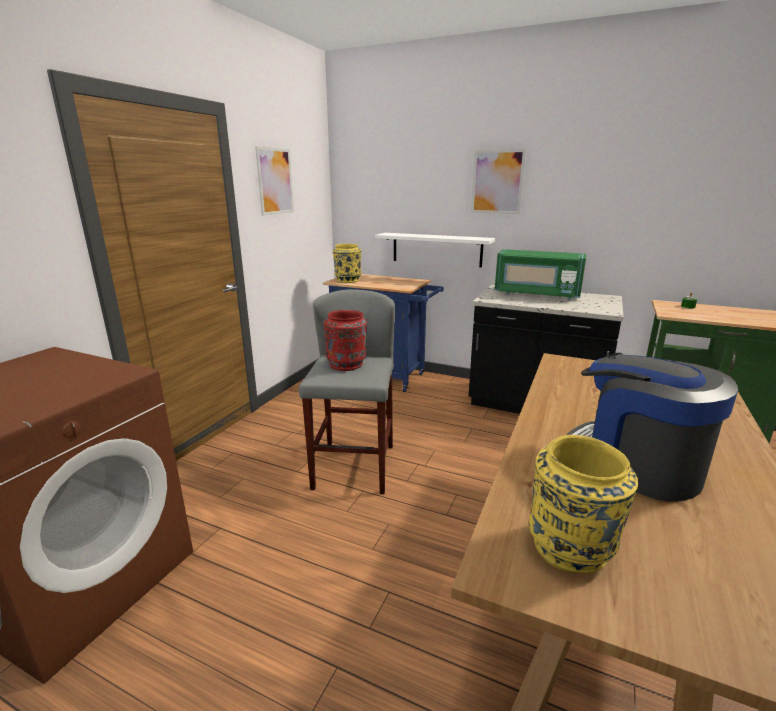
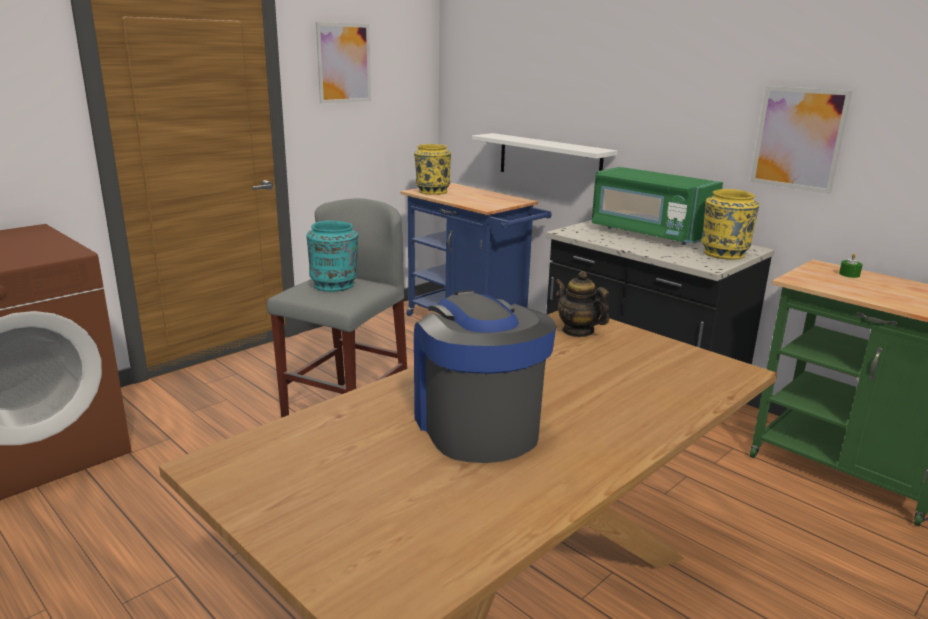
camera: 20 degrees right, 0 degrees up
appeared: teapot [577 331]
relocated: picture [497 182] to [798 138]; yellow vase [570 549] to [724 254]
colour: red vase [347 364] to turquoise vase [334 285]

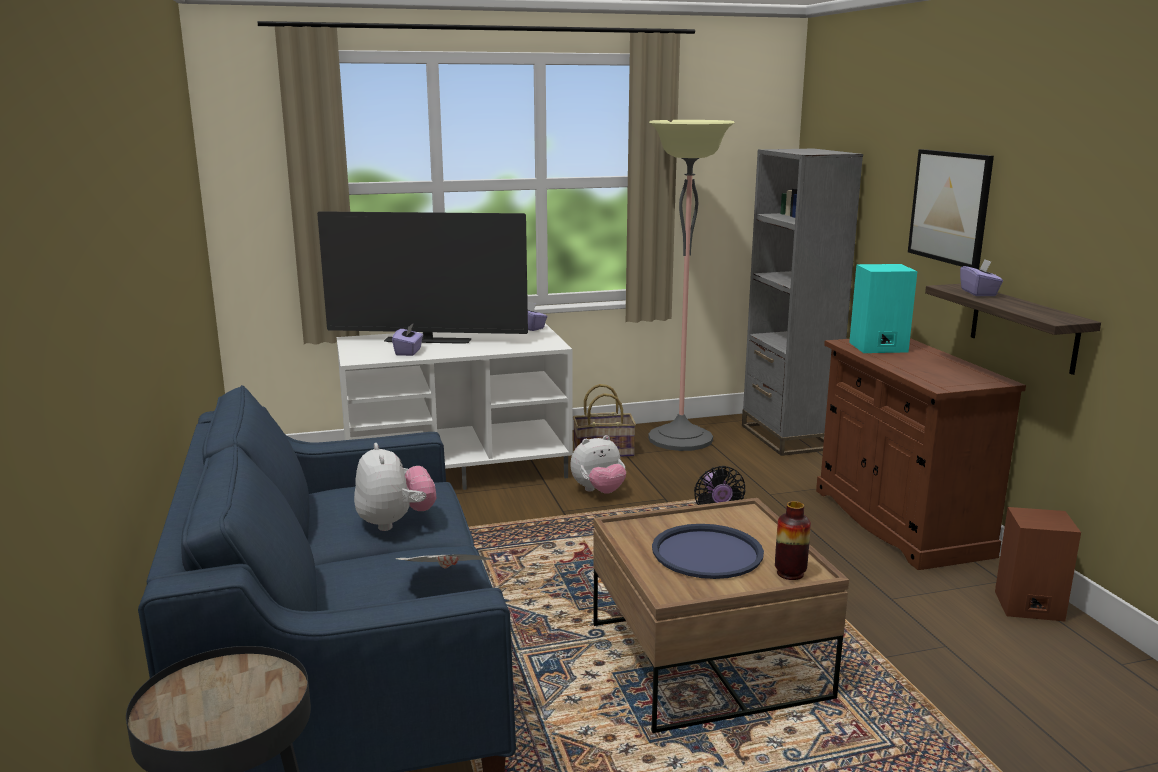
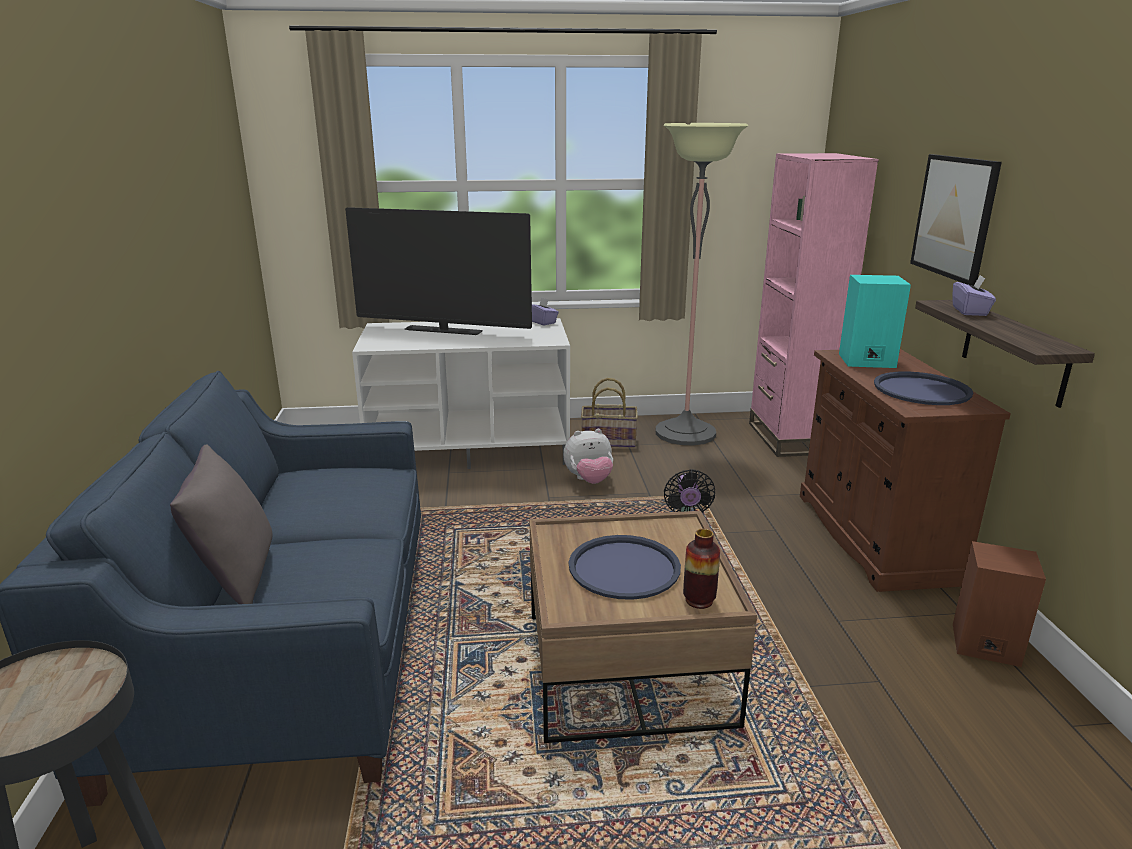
camera: 10 degrees right, 5 degrees up
missing: plush toy [395 522]; purple tissue box [408 352]; newspaper [447 582]
appeared: grey pillow [236 578]; blue tray [921 390]
colour: grey bookcase [787 437] to pink bookcase [789 438]

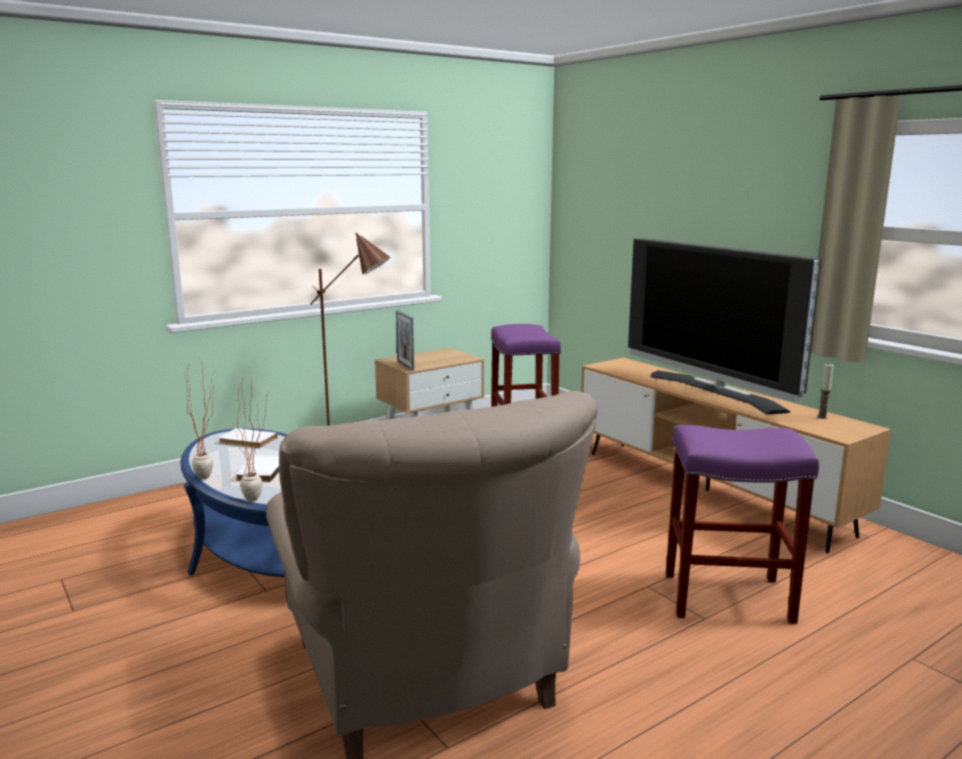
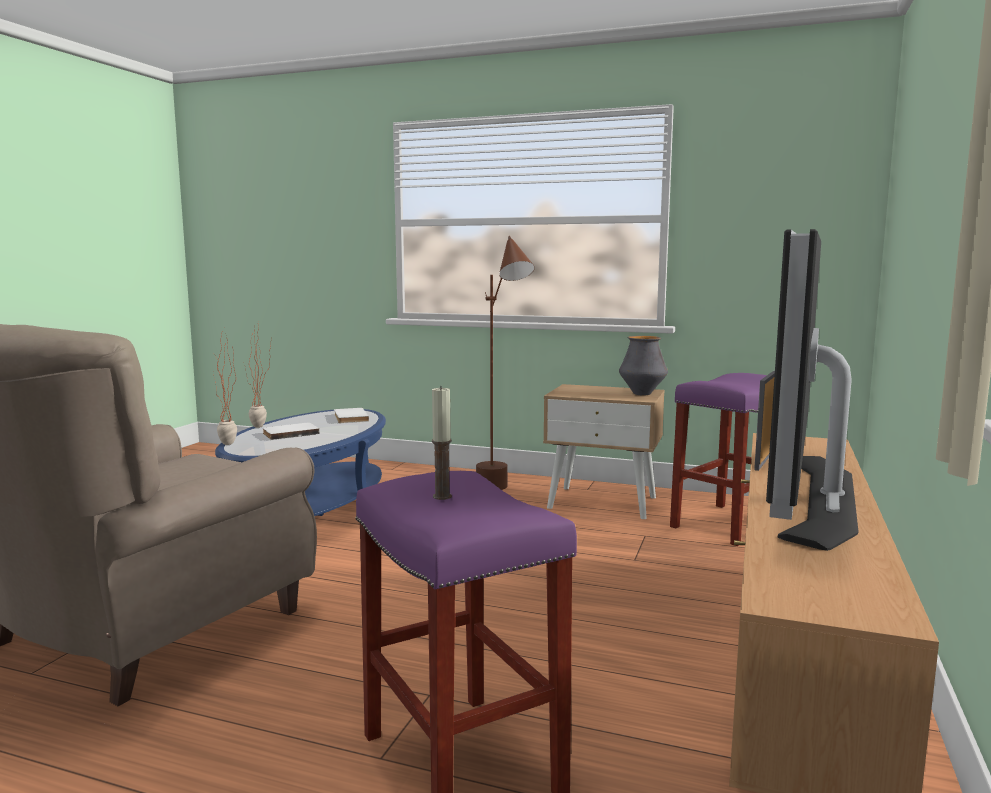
camera: 55 degrees right, 5 degrees down
appeared: vase [642 394]
relocated: picture frame [405 365] to [763 461]; candle [822 417] to [442 496]

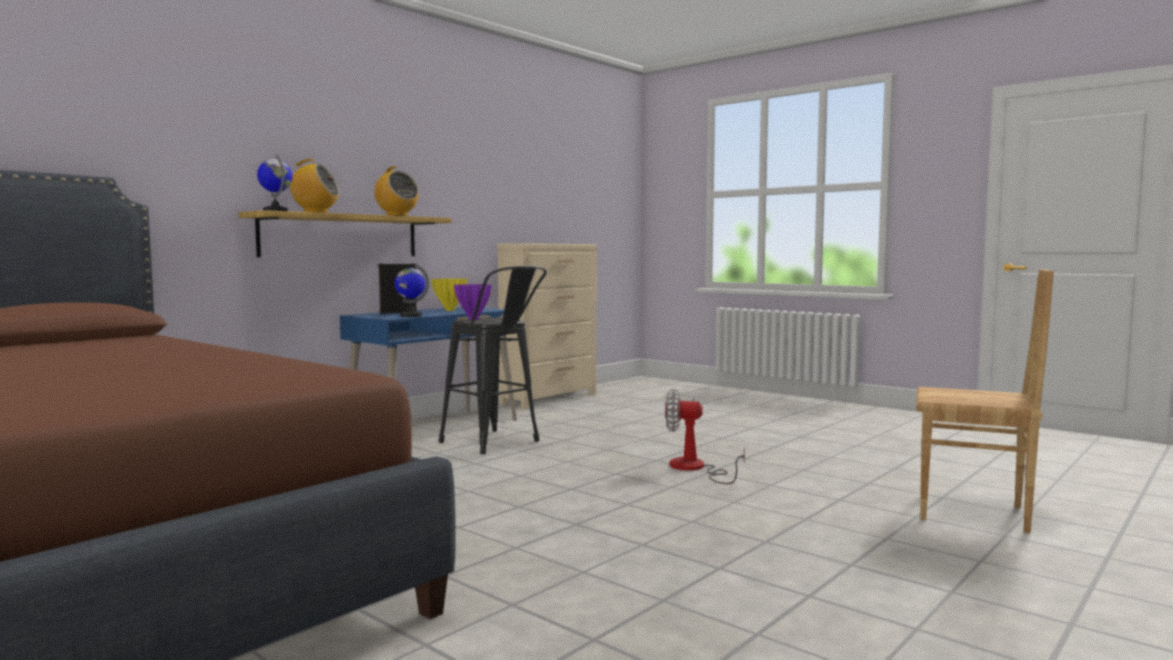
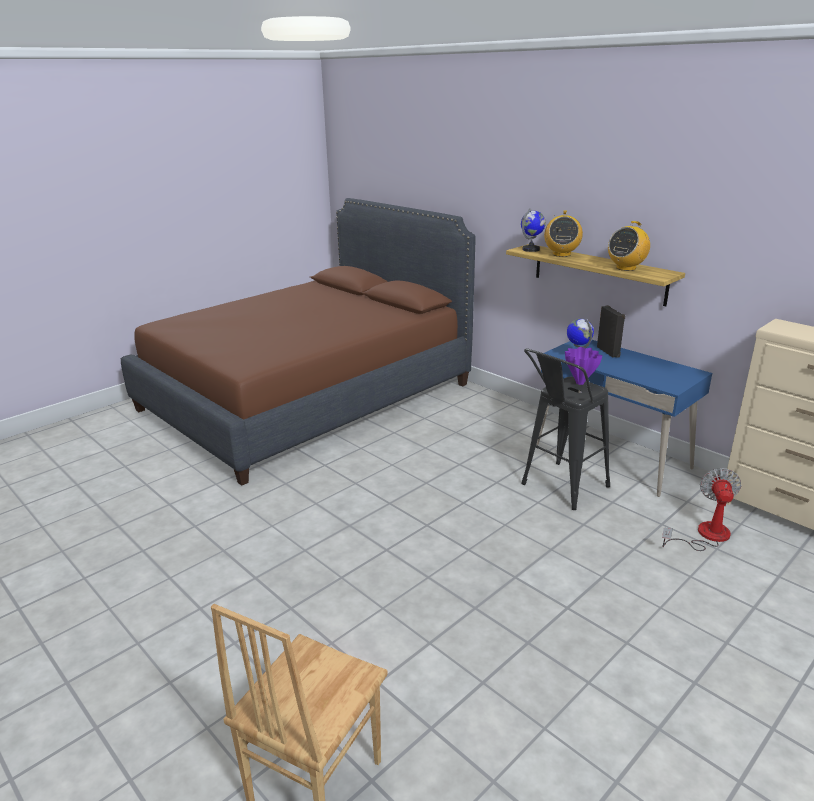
camera: 95 degrees right, 20 degrees up
missing: yellow vase [449 310]
relocated: fan [695 468] to [705 535]

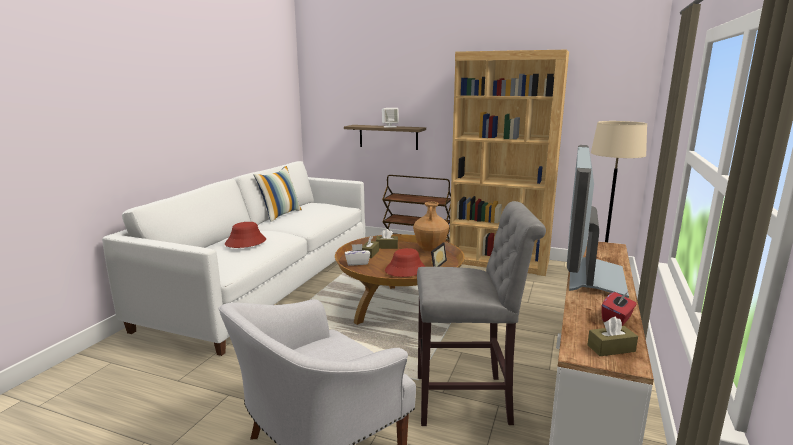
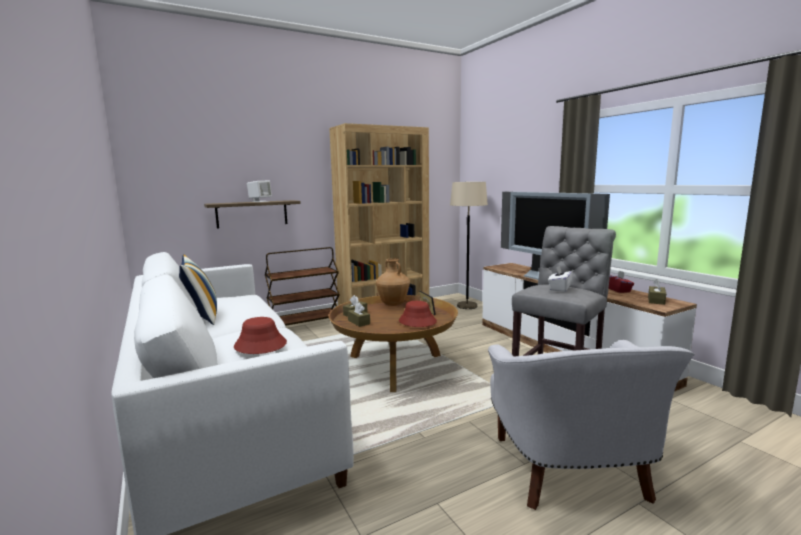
camera: 50 degrees left, 5 degrees down
relocated: white tissue box [357 263] to [559 288]

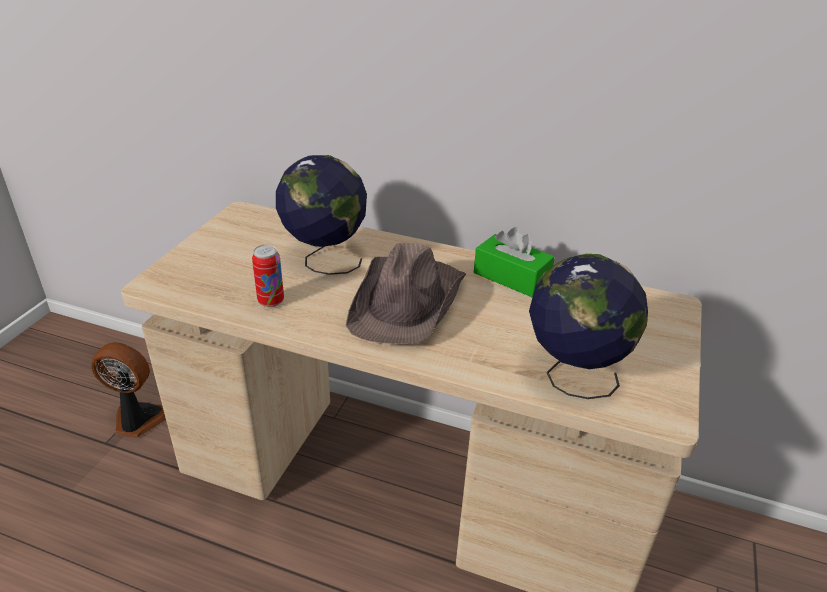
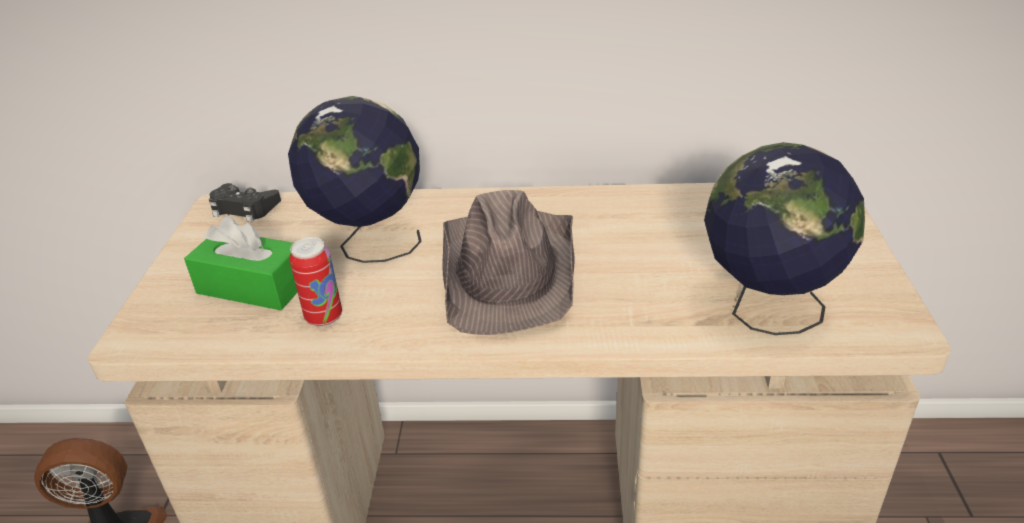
camera: 15 degrees left, 0 degrees up
appeared: black game controller [244 208]
relocated: green tissue box [511 277] to [253 286]

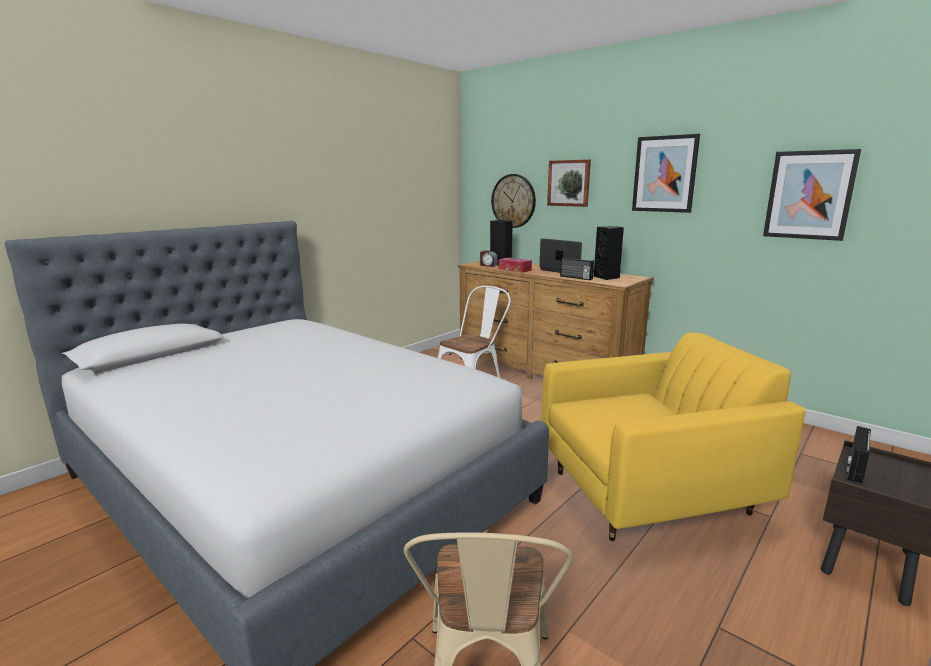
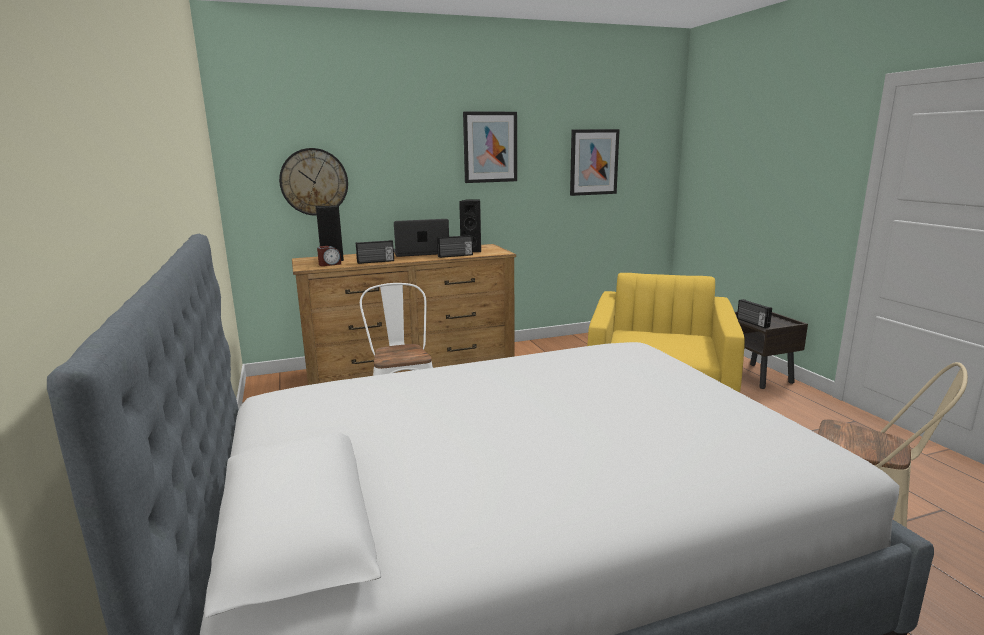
camera: 60 degrees left, 0 degrees up
missing: picture [569 183]
exchanged: tissue box [514 269] to radio [375 262]

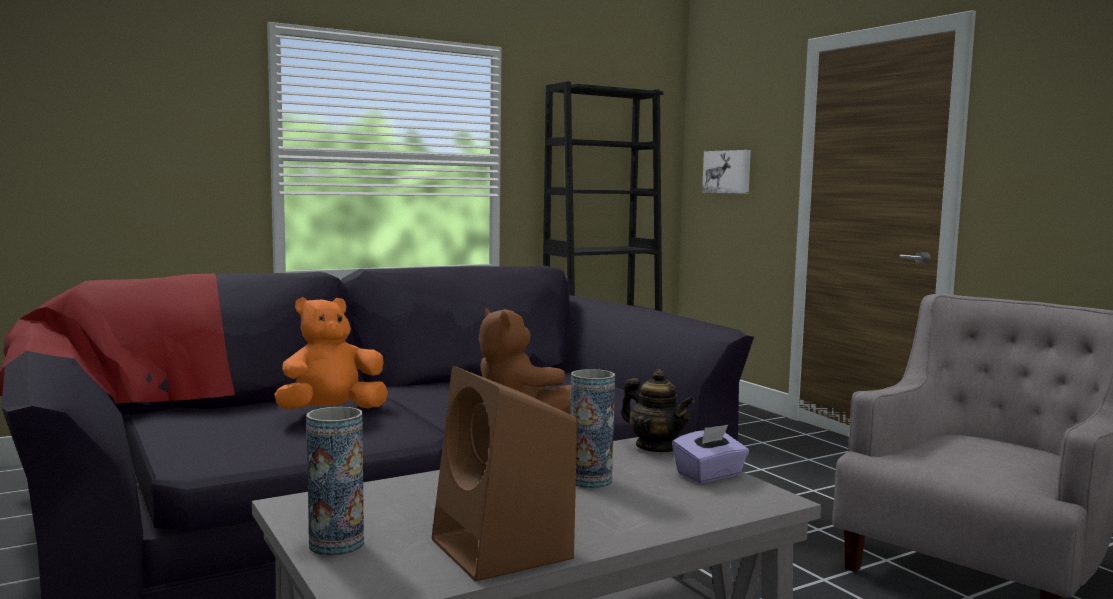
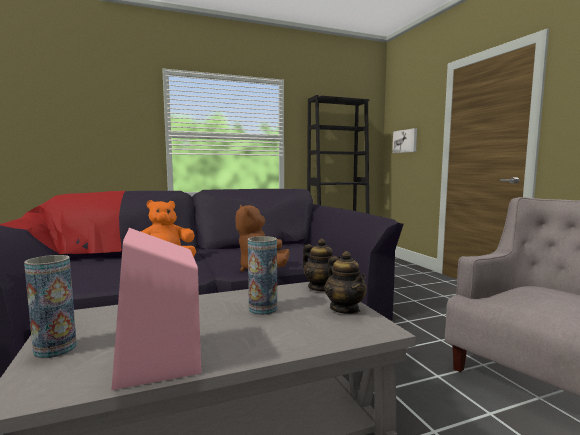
camera: 10 degrees right, 0 degrees up
exchanged: purple tissue box [709 475] to teapot [345 309]
colour: brown speaker [504 550] to pink speaker [159 362]

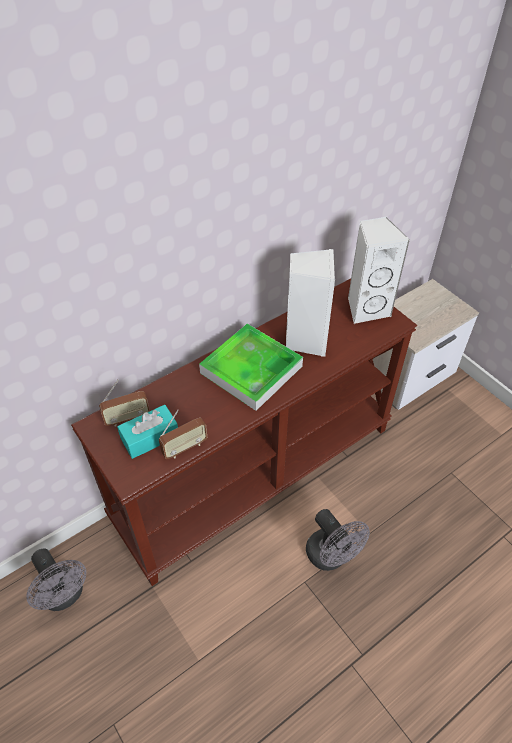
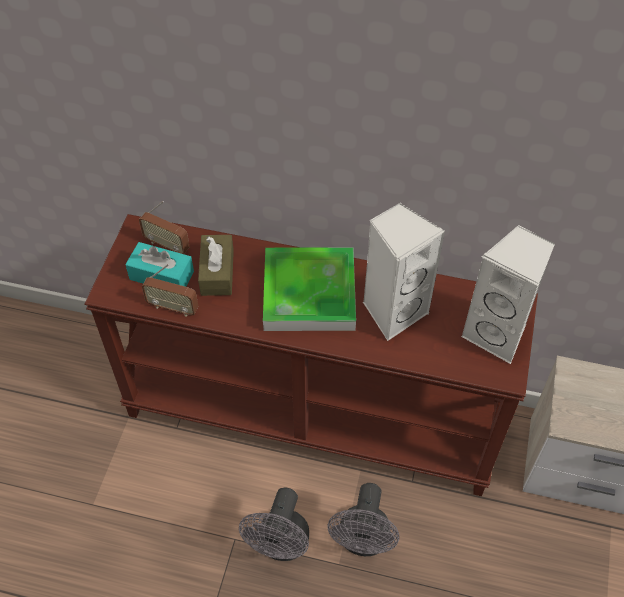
camera: 50 degrees right, 5 degrees up
appeared: brown tissue box [217 272]
relocated: grey fan [65 595] to [363 541]

